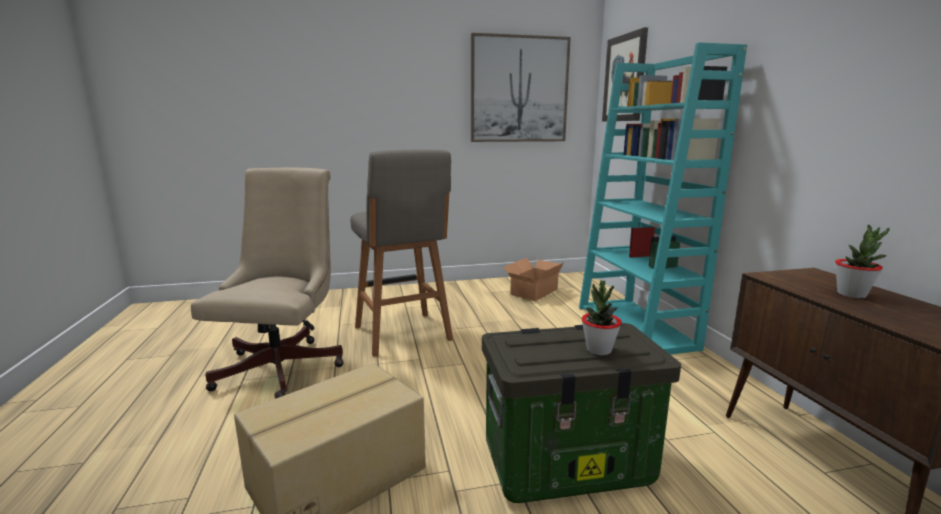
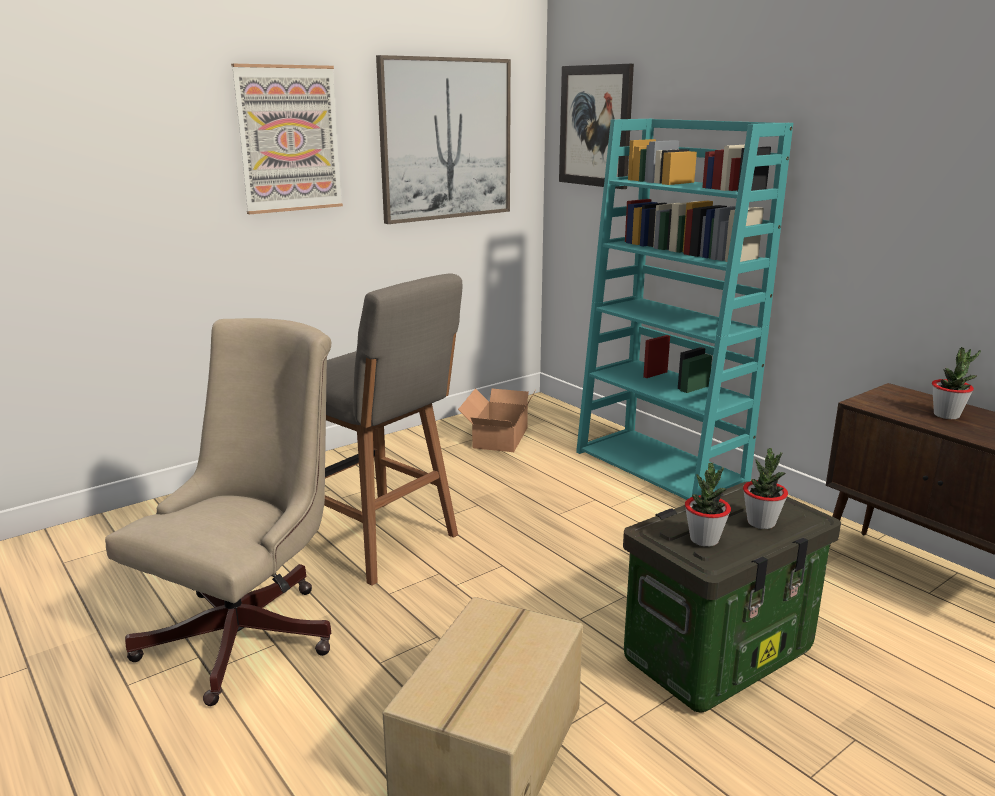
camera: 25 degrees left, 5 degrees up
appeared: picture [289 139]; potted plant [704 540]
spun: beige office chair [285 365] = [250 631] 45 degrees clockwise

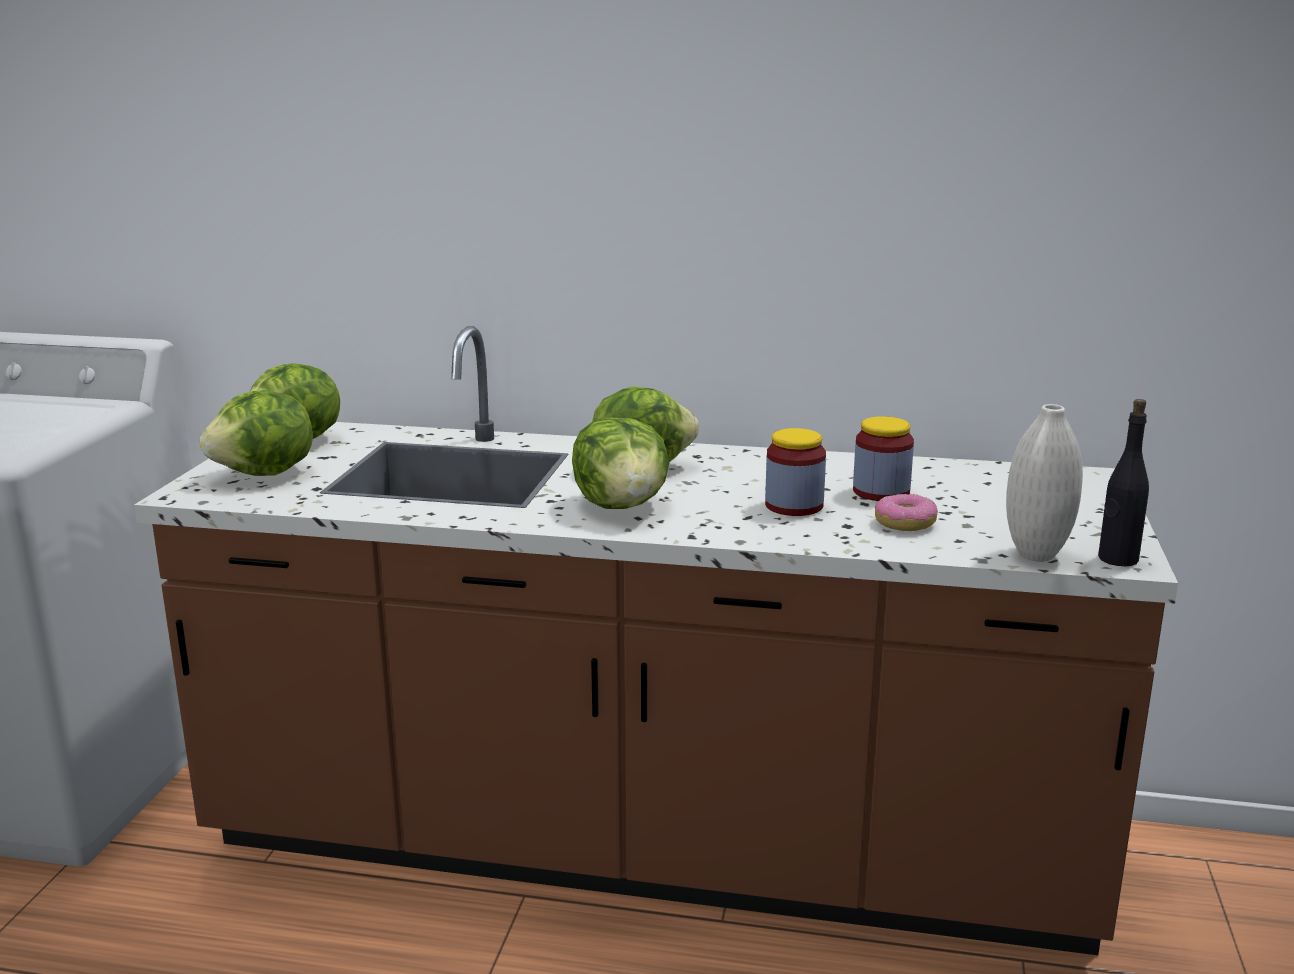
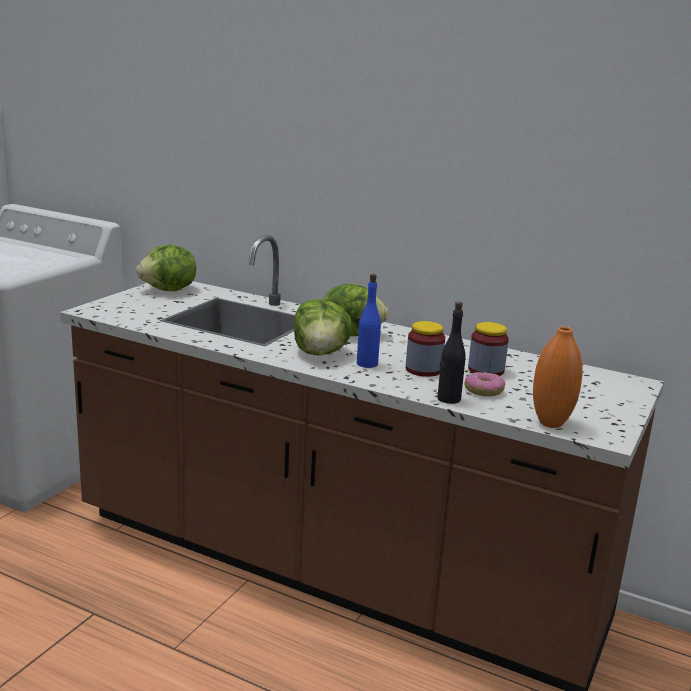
camera: 15 degrees right, 0 degrees up
missing: lettuce [265 474]
appeared: blue bottle [367 364]
relocated: black bottle [1117 559] to [448 399]
colour: white vase [1036 555] to orange vase [551 423]

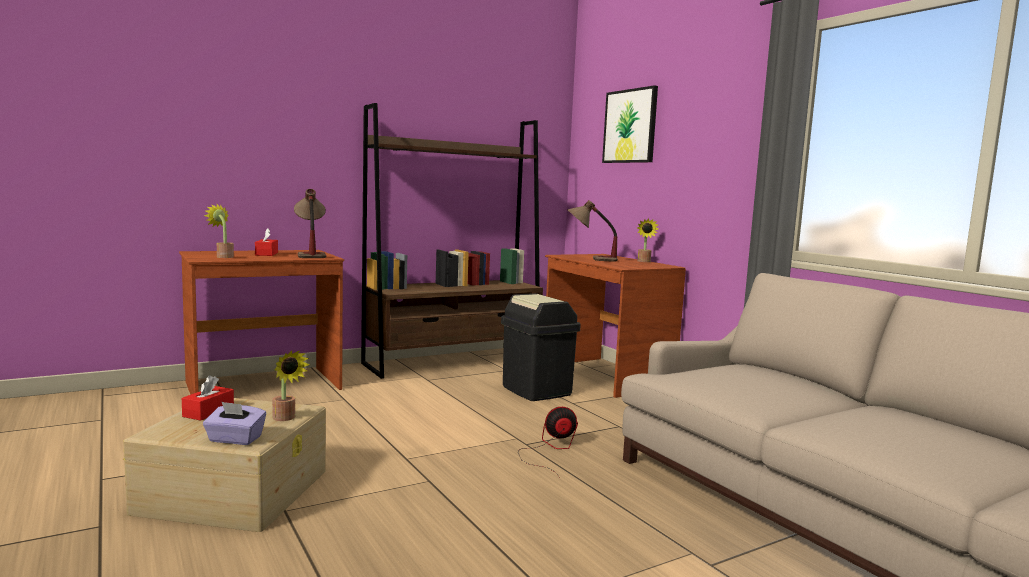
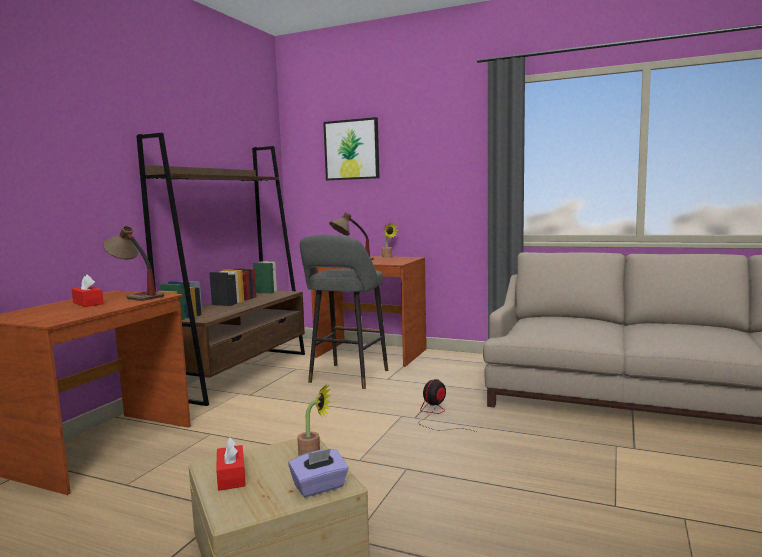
camera: 35 degrees left, 0 degrees up
missing: potted plant [223 256]
exchanged: black trash can [536 390] to grey stool [346 377]

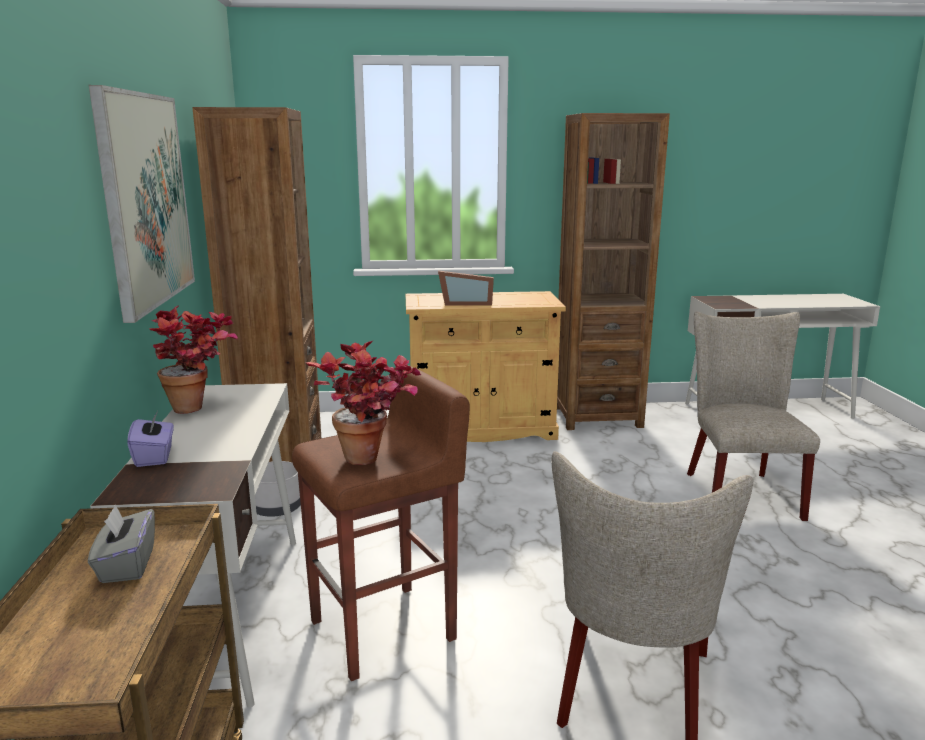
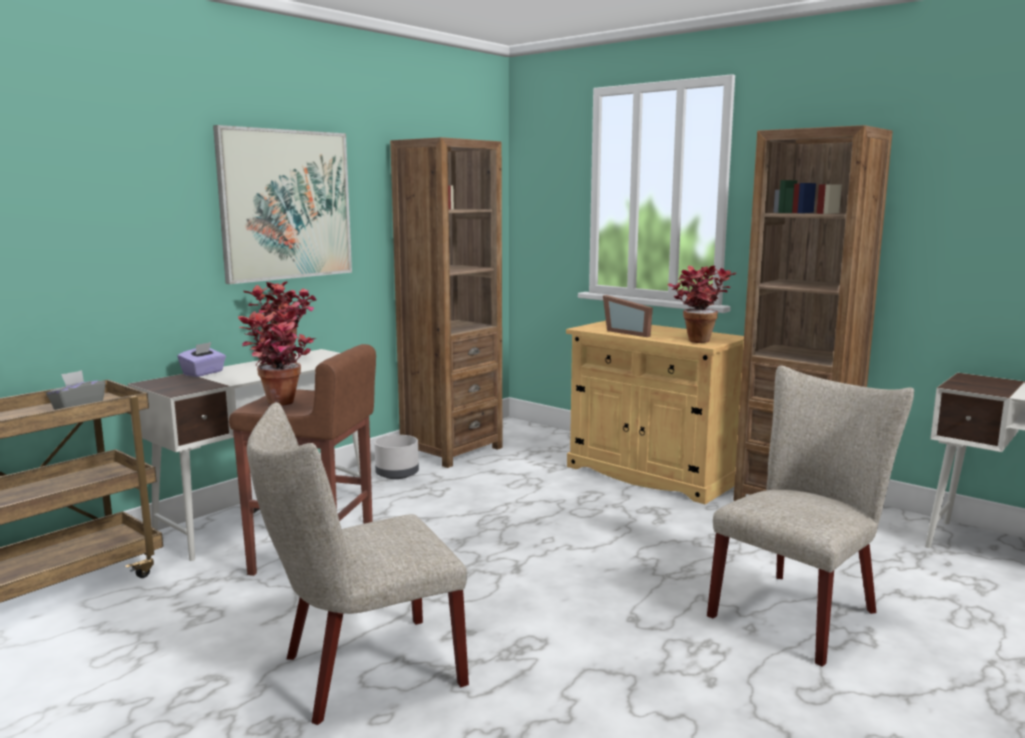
camera: 45 degrees right, 5 degrees down
appeared: potted plant [697 339]

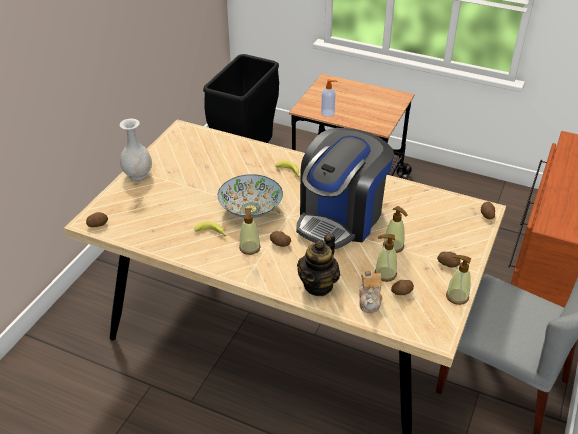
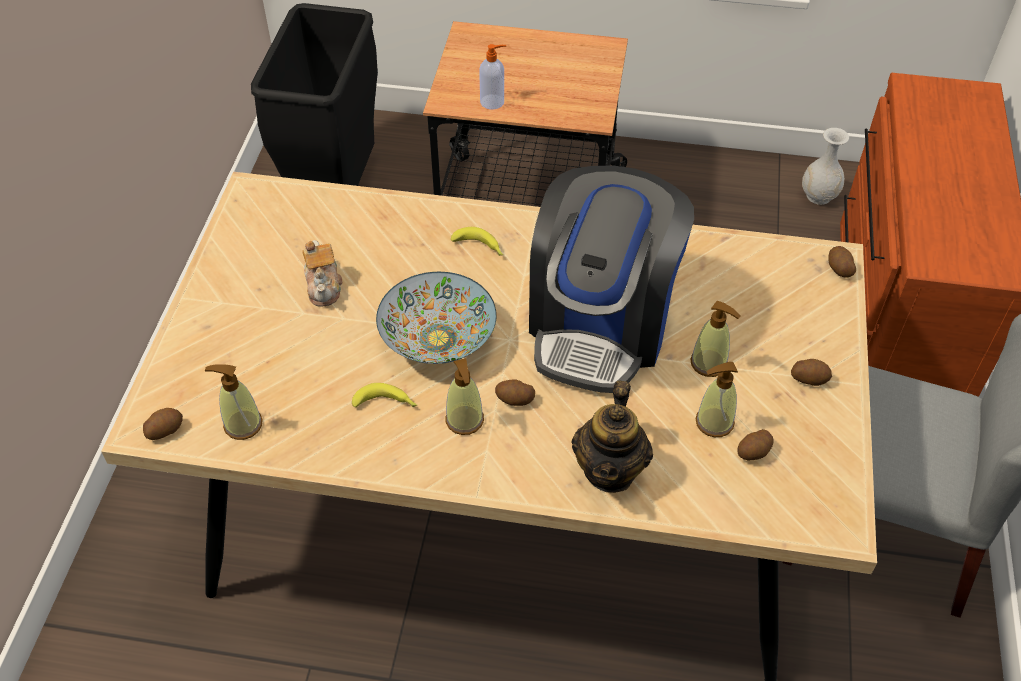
camera: 15 degrees left, 10 degrees up
relocated: white vase [138 174] to [819 196]; teapot [370 300] to [324 286]; soap dispenser [457 296] to [242 424]

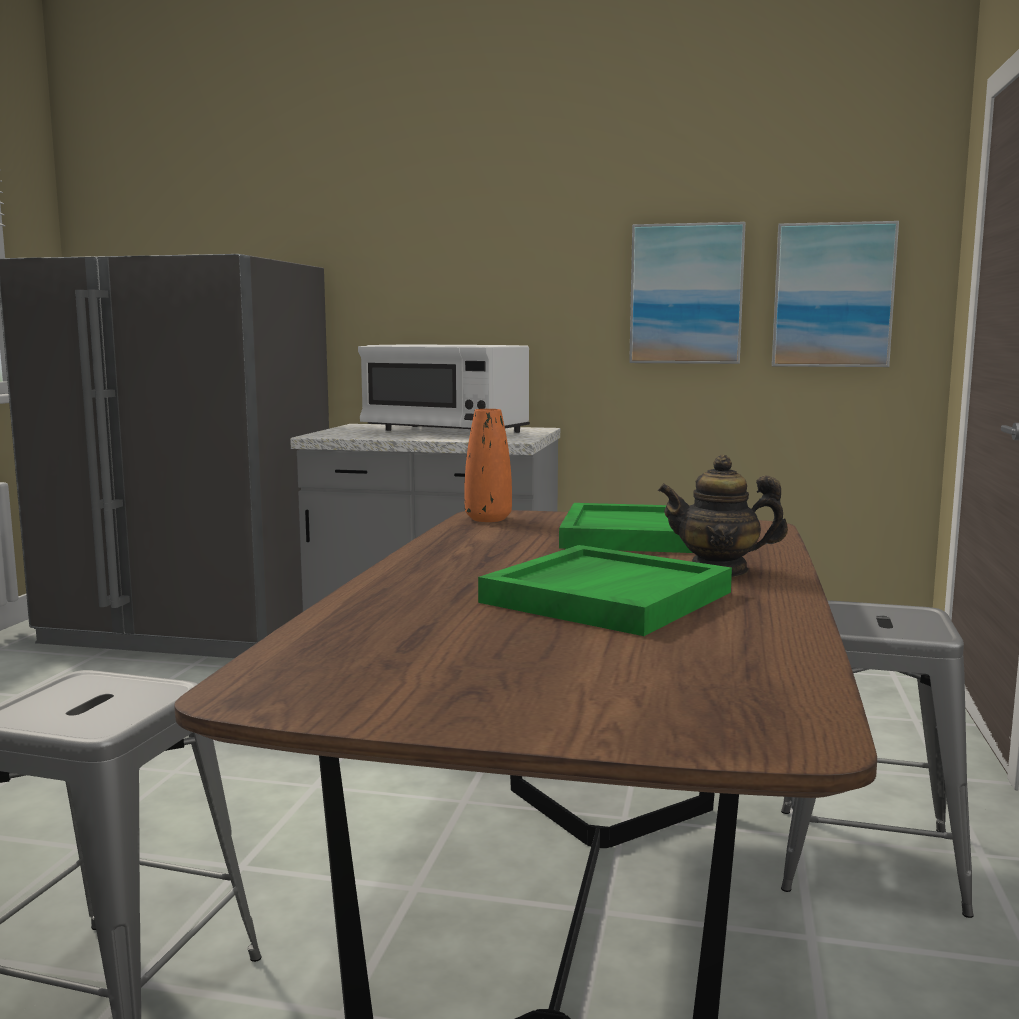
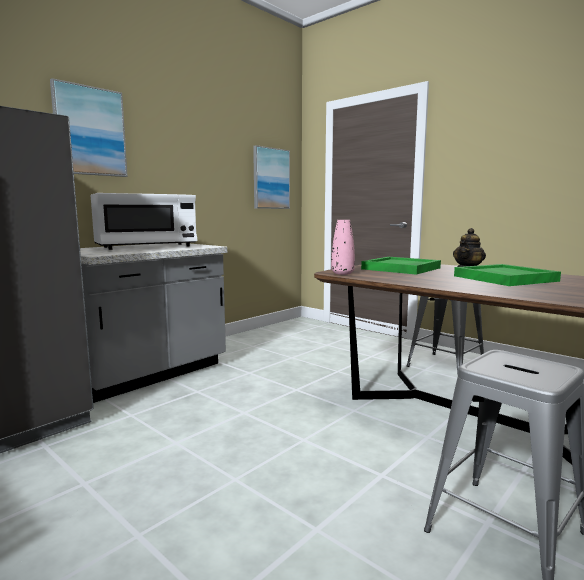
camera: 60 degrees left, 0 degrees up
relocated: picture [686 294] to [90 131]
colour: orange vase [488 519] to pink vase [342 273]

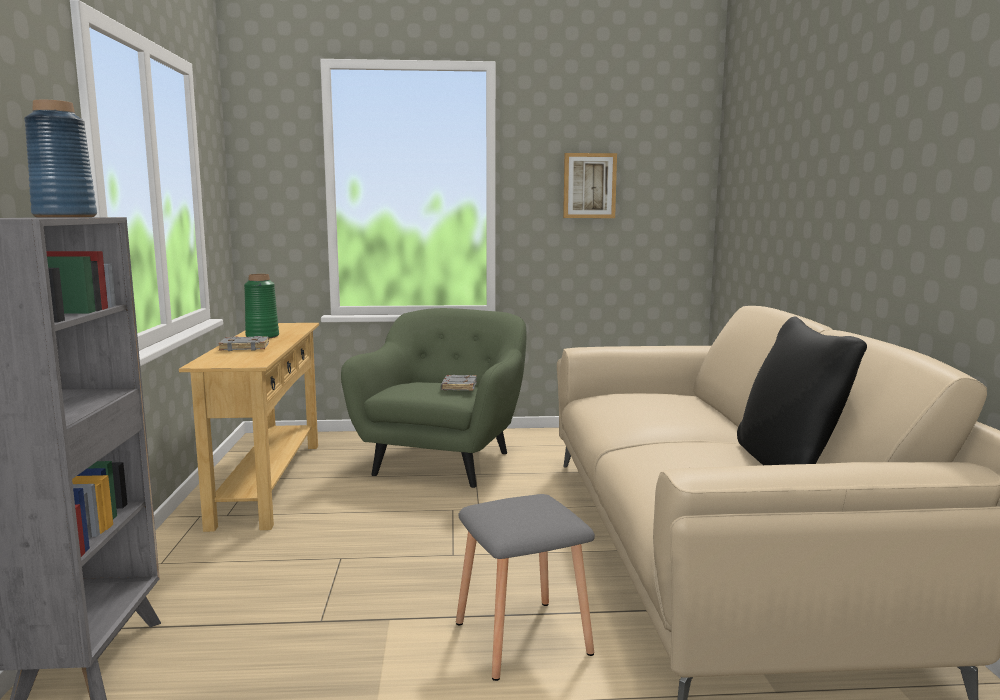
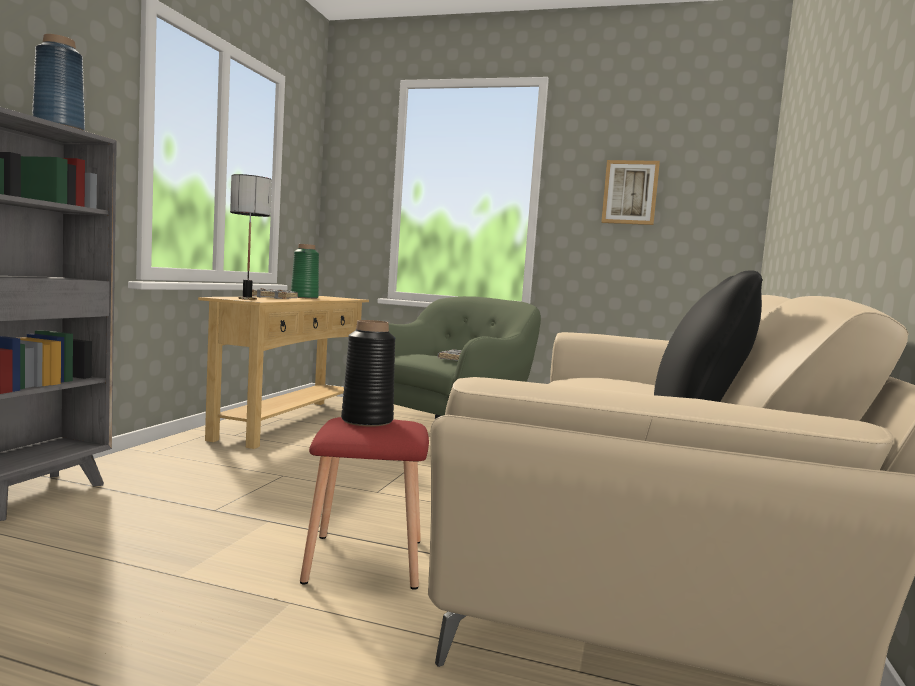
camera: 20 degrees right, 5 degrees down
appeared: table lamp [247 299]; black vase [366 420]
colour: grey stool [524 637] to red stool [367 560]

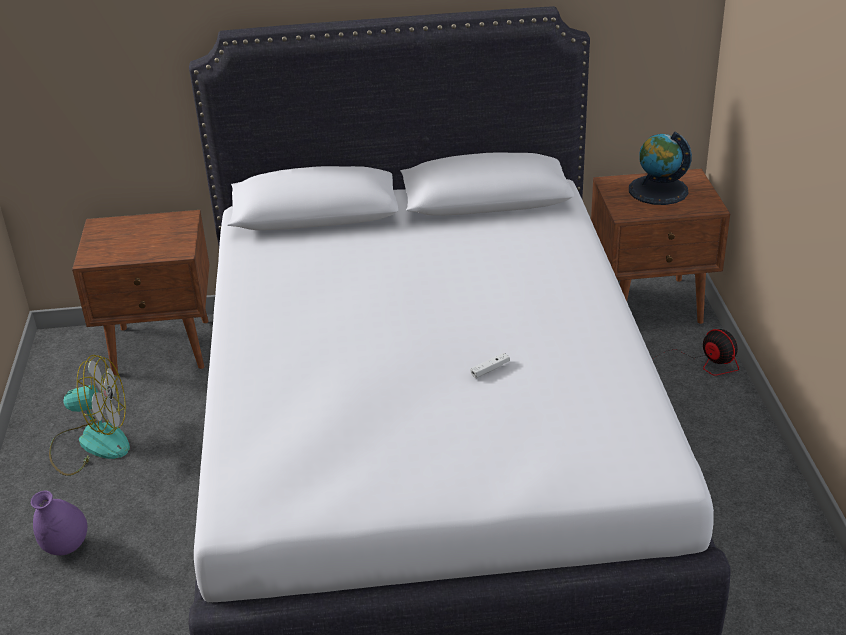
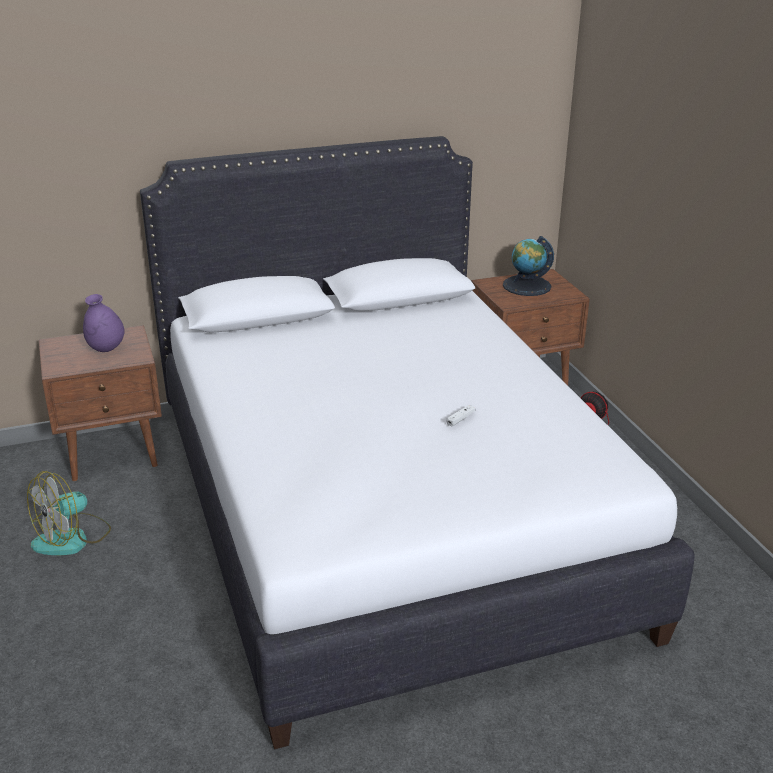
camera: 15 degrees left, 5 degrees down
relocated: purple vase [66 547] to [106 349]
spun: fan [91 443] = [72 538] 150 degrees clockwise

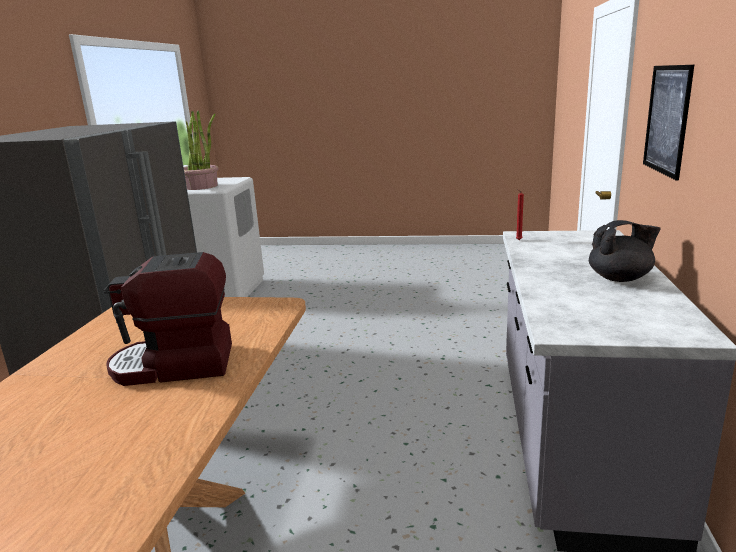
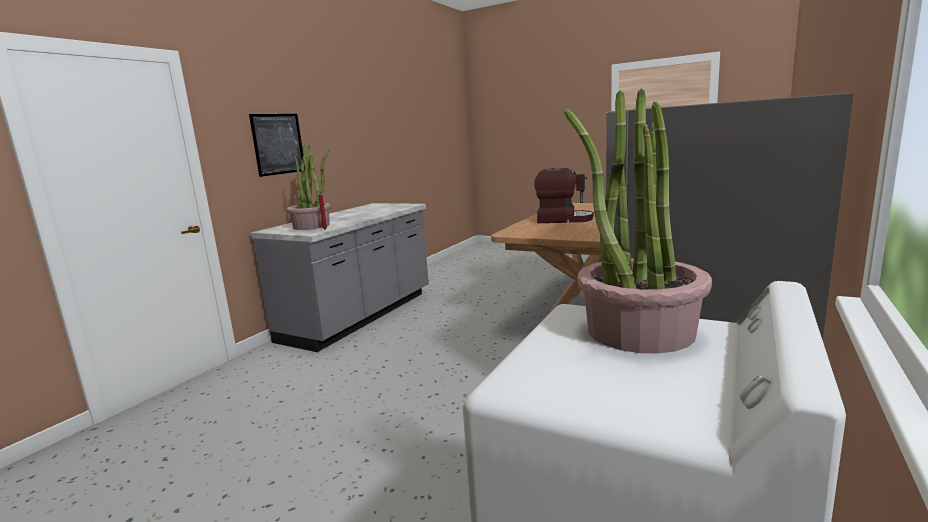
camera: 160 degrees left, 5 degrees down
missing: black teapot [620 278]
appeared: potted plant [312 226]

